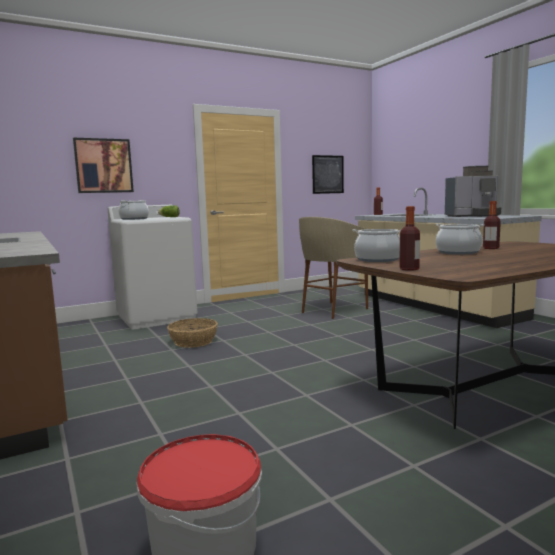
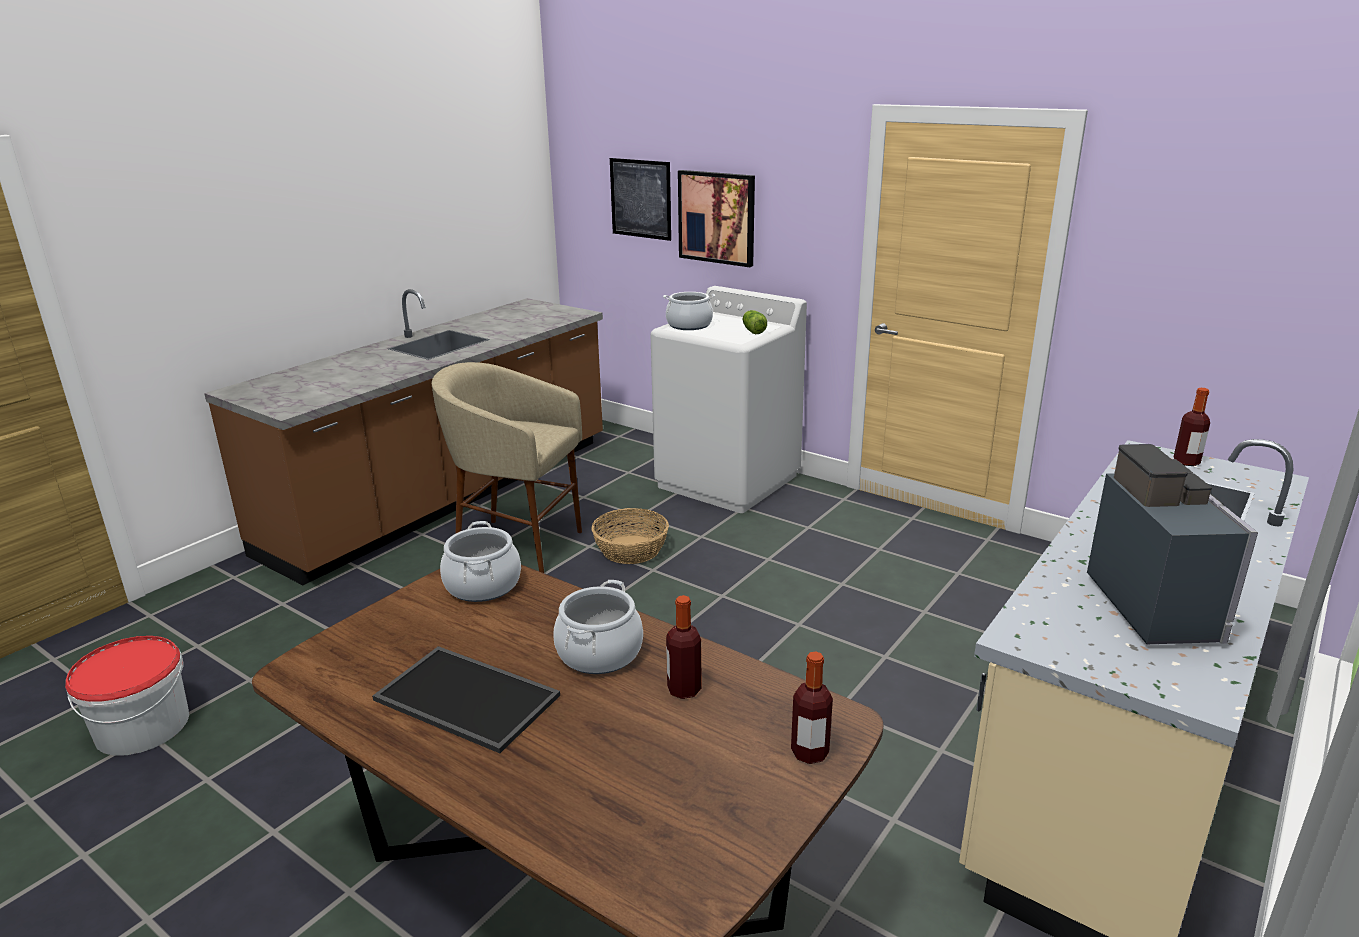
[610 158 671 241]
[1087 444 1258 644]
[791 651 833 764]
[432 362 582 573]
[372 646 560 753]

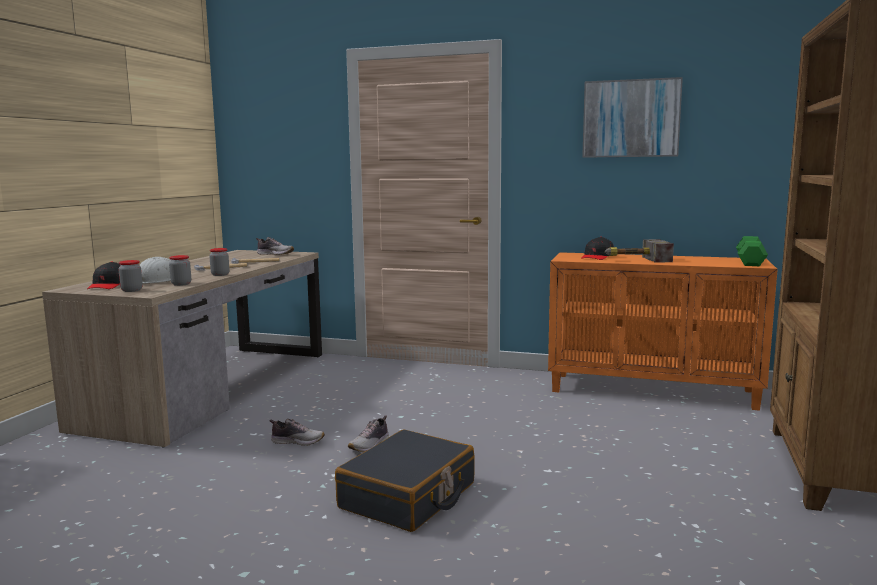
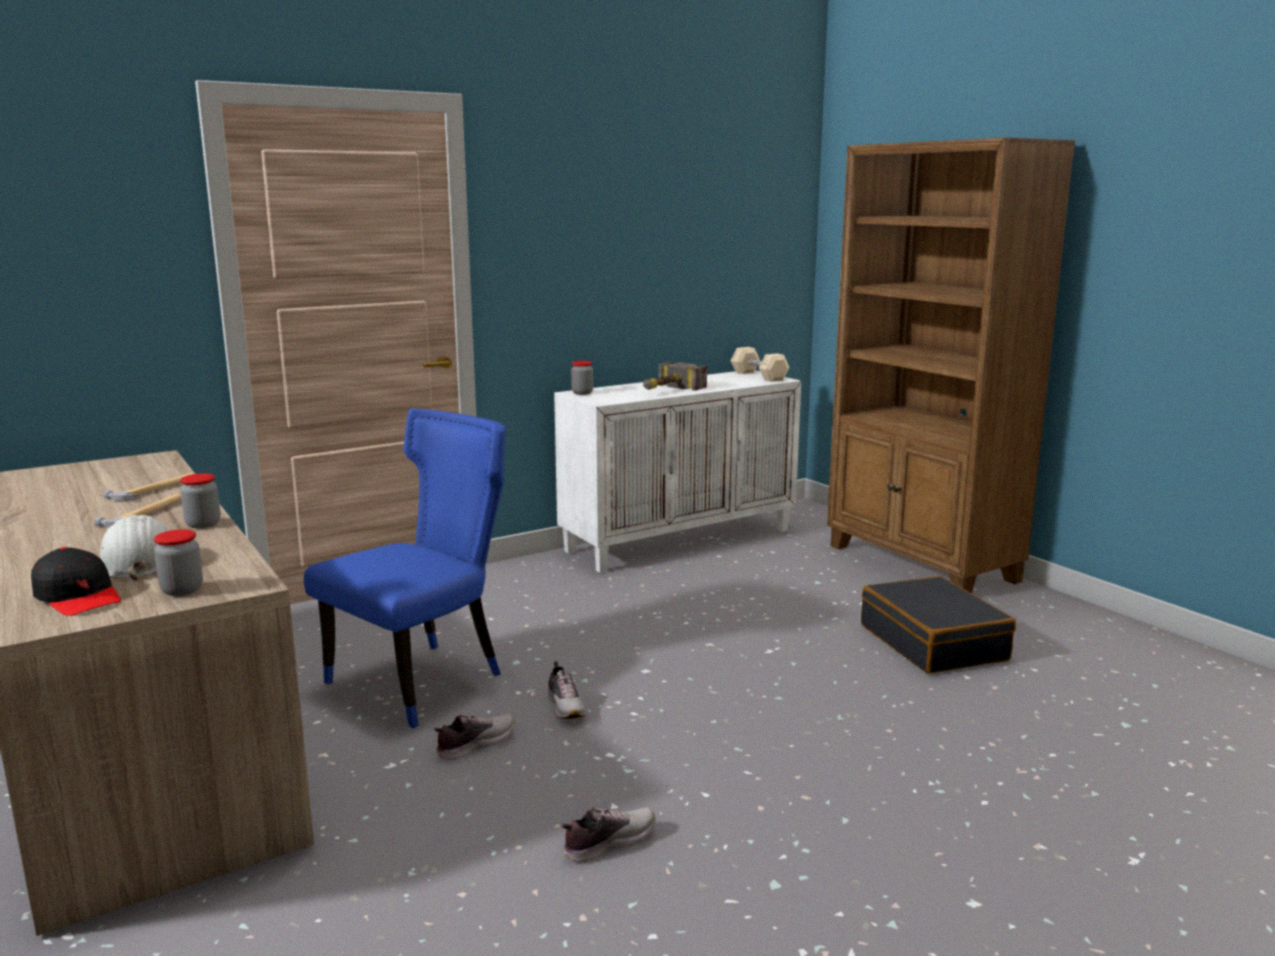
[582 77 683 158] (first image)
[731 347 789 382]
[561 807 655 863]
[581 237 614 260] (first image)
[554 370 801 573]
[571 361 593 395]
[861 576 1016 673]
[304 408 506 728]

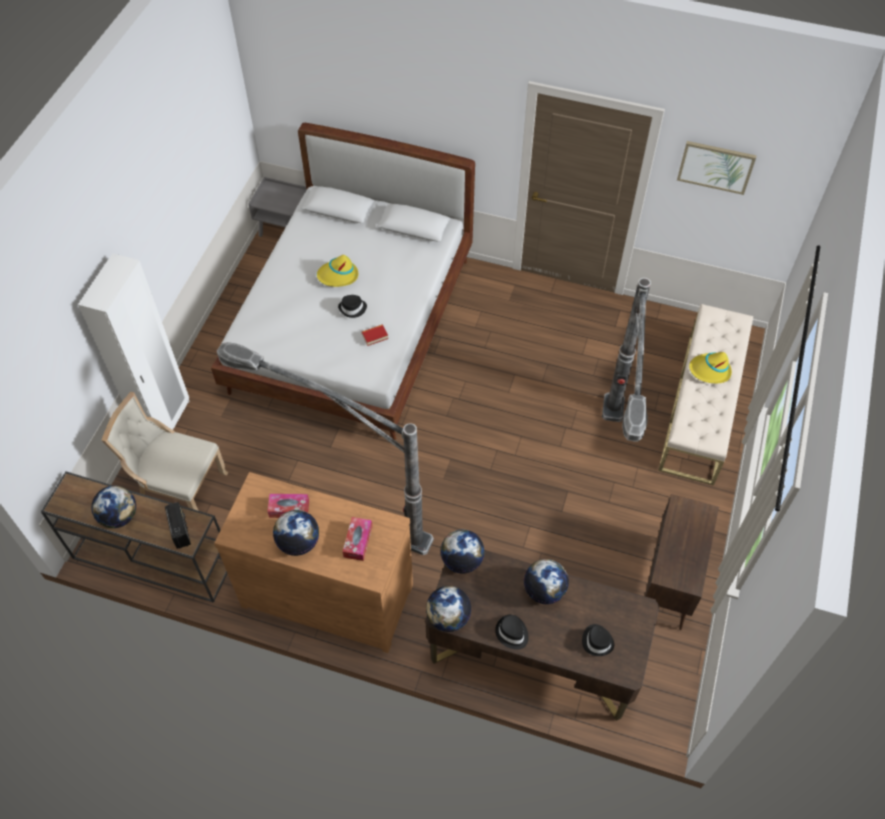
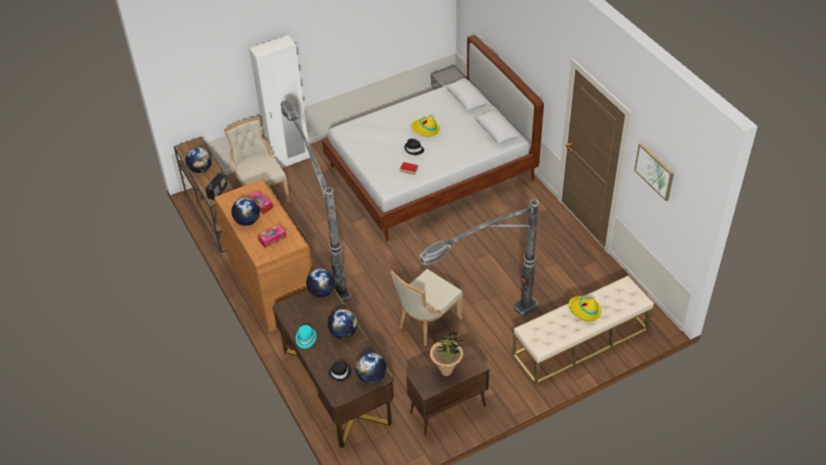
[355 352 387 384]
[296 325 317 349]
[390 269 463 346]
[430 332 463 376]

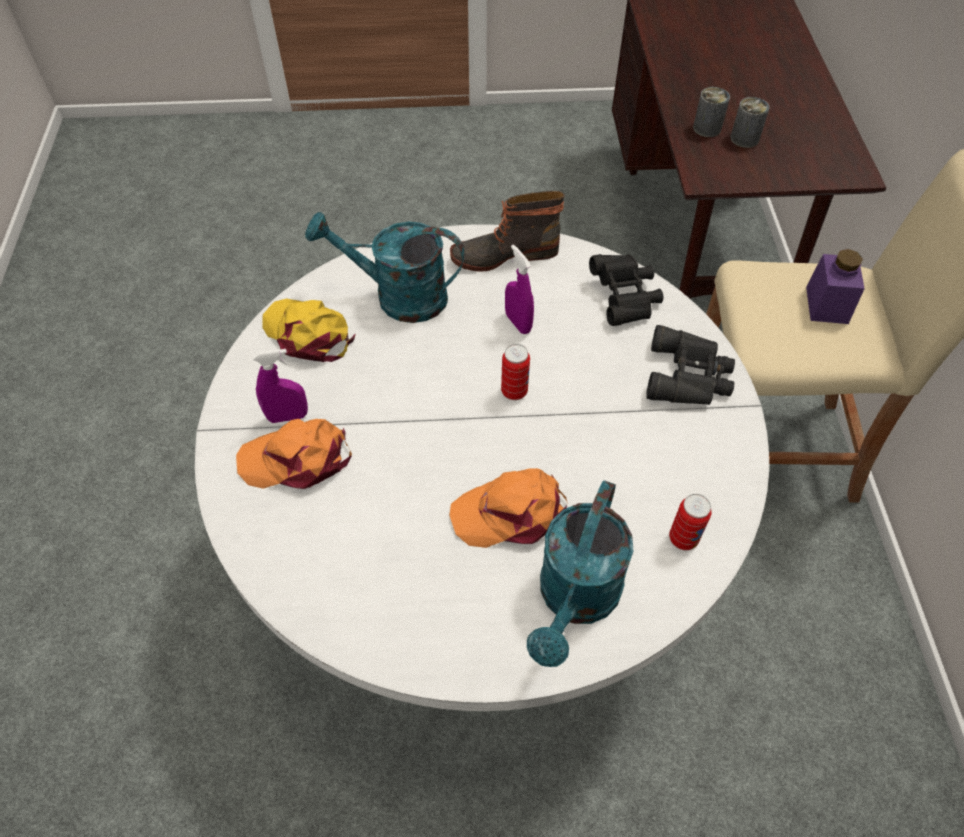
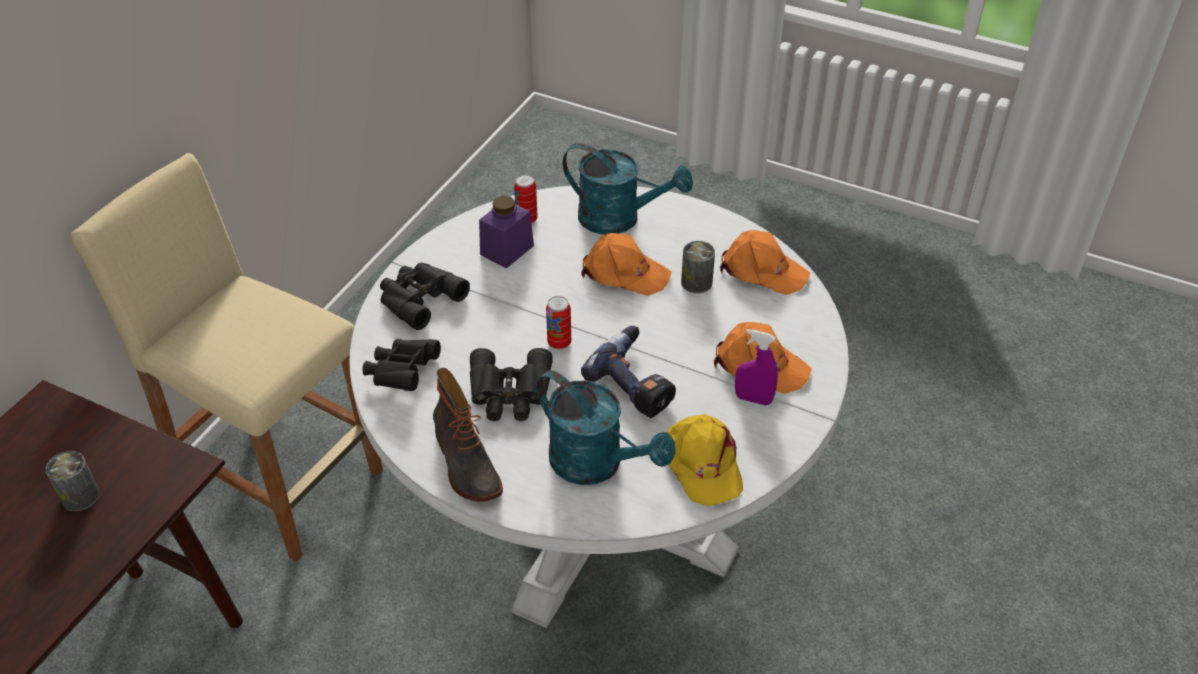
[681 241 715 293]
[433 368 503 502]
[470 348 553 421]
[479 195 534 269]
[563 143 693 235]
[720 230 810 295]
[581 326 676 418]

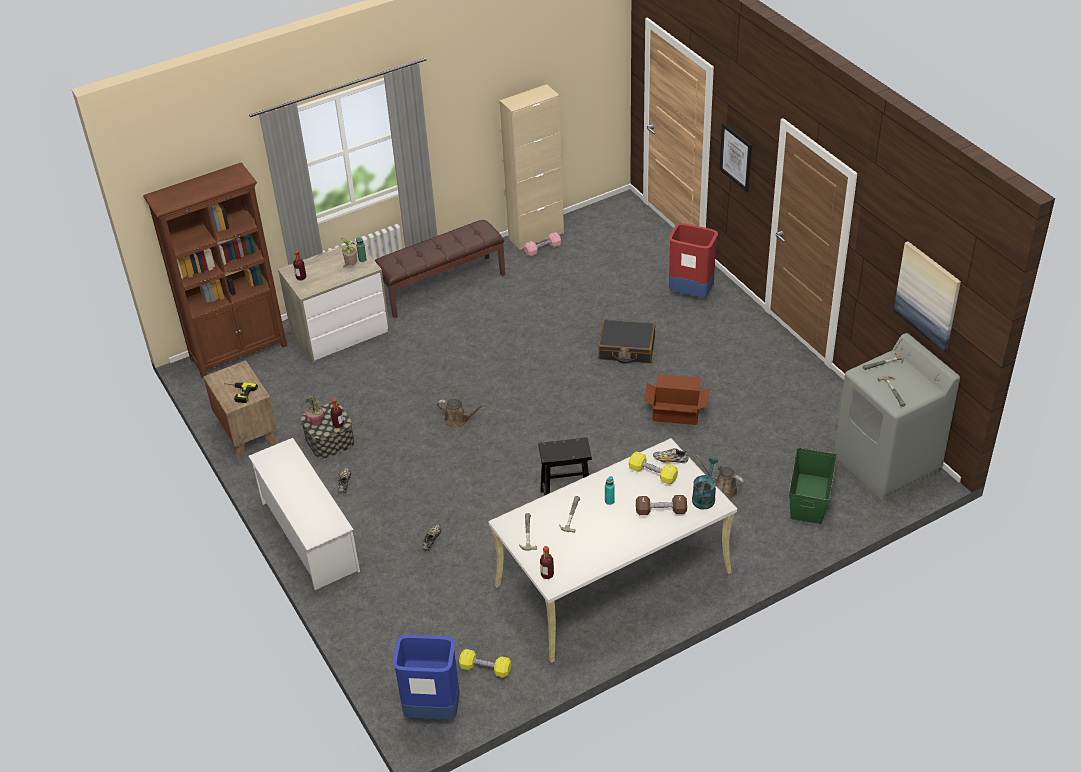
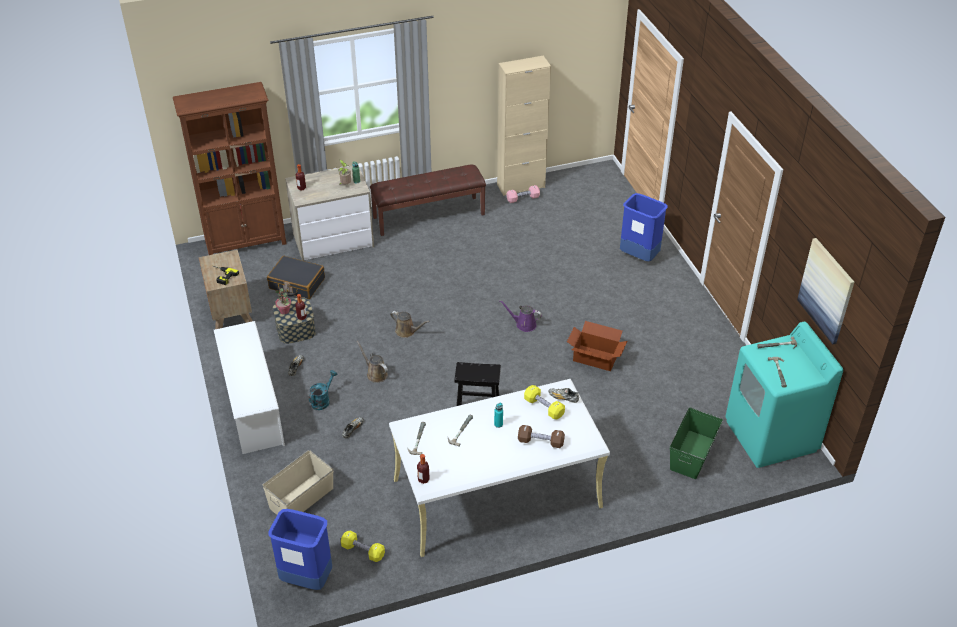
[719 123 752 192] (first image)
[620 193 668 261]
[267 256 325 299]
[725 322 843 468]
[356 341 388 383]
[309 370 338 410]
[499 300 542 332]
[262 450 334 515]

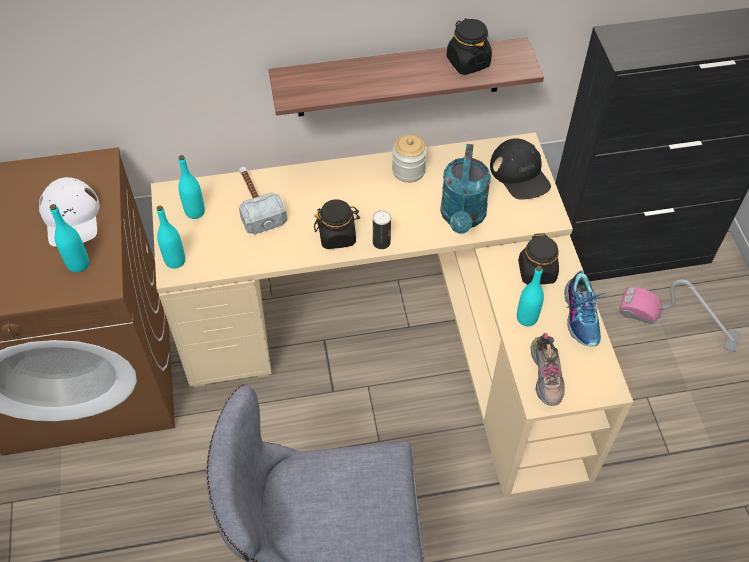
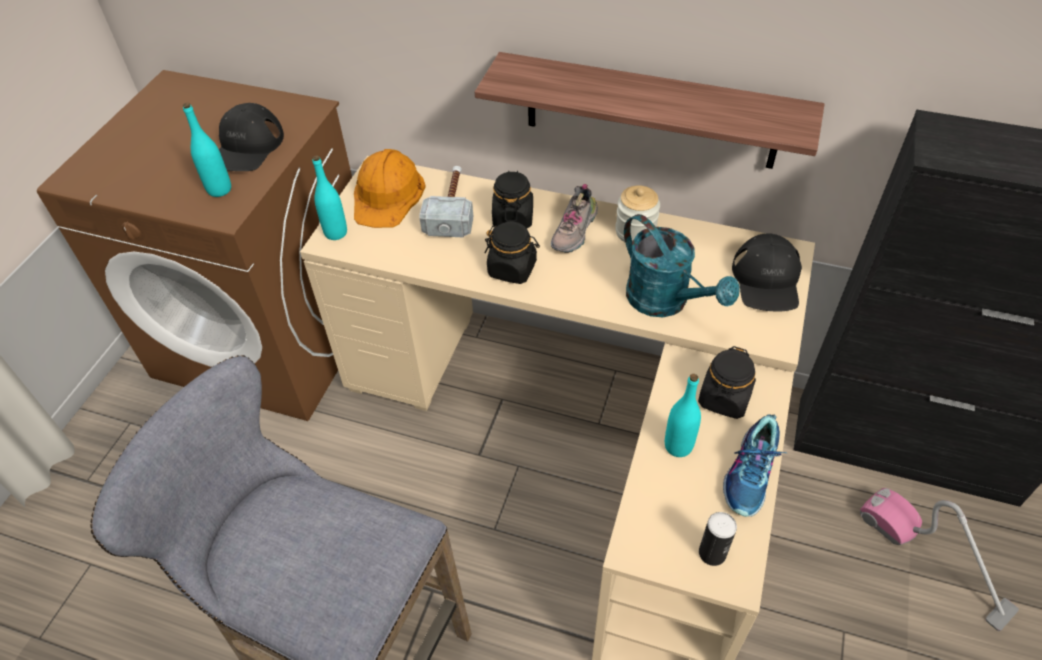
[492 171 533 228]
[624 214 739 317]
[354 149 426 228]
[219 103 284 171]
[699 512 737 566]
[551 184 598 253]

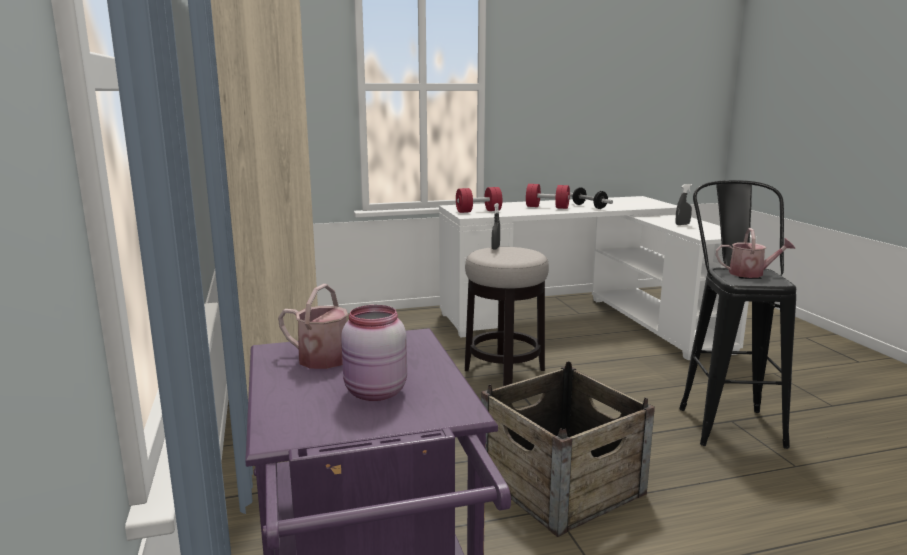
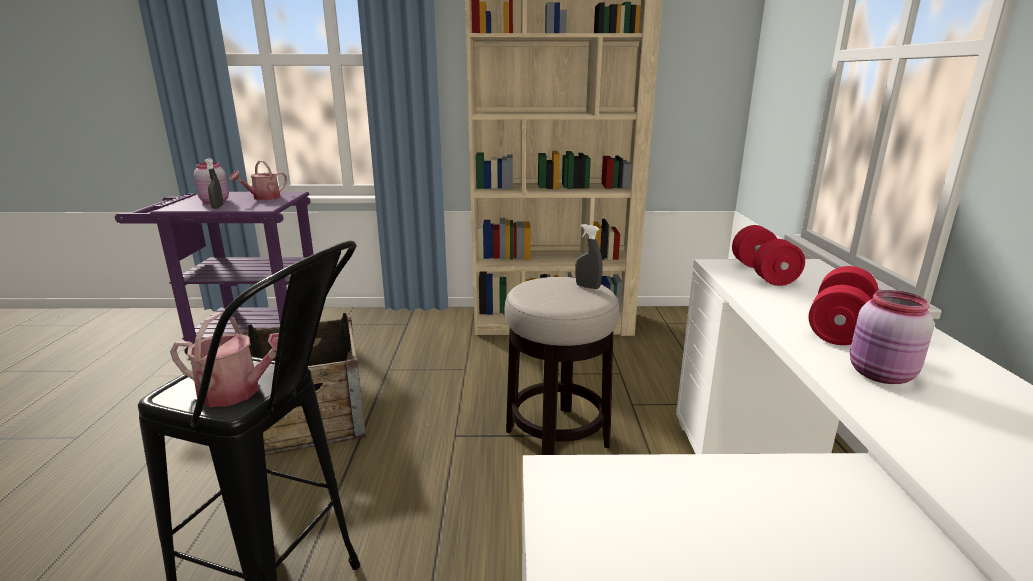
[205 158 224 209]
[850 290 934 384]
[170 312 279 407]

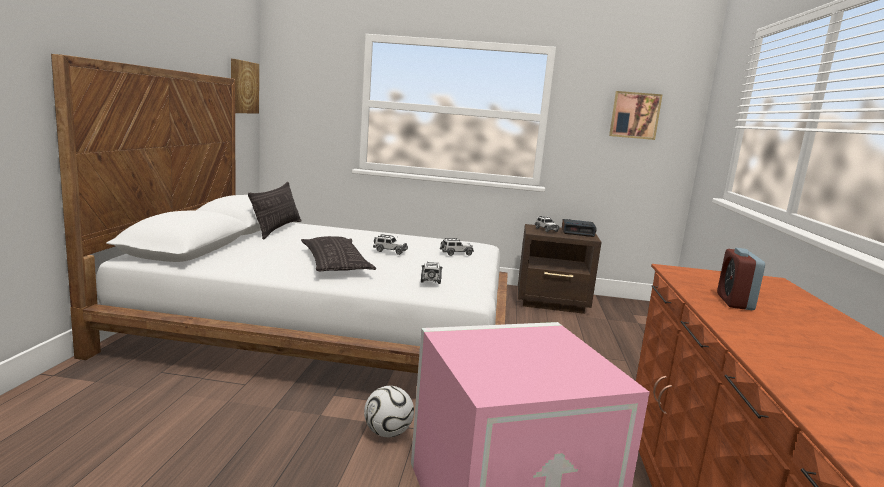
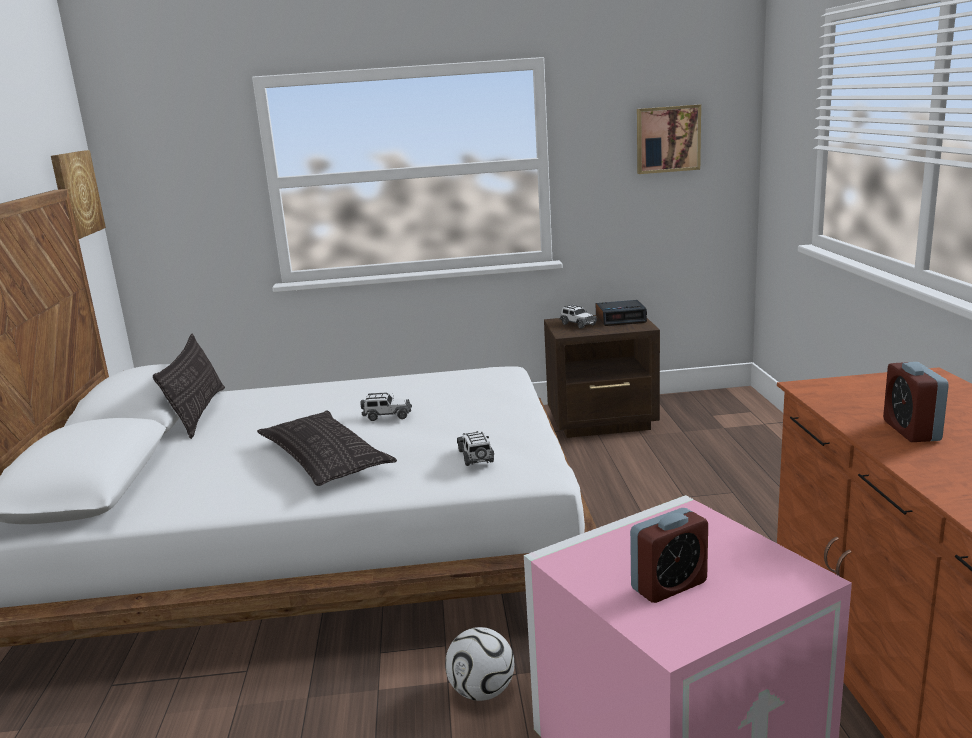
[440 238 474 256] (first image)
[630 508 708 603]

